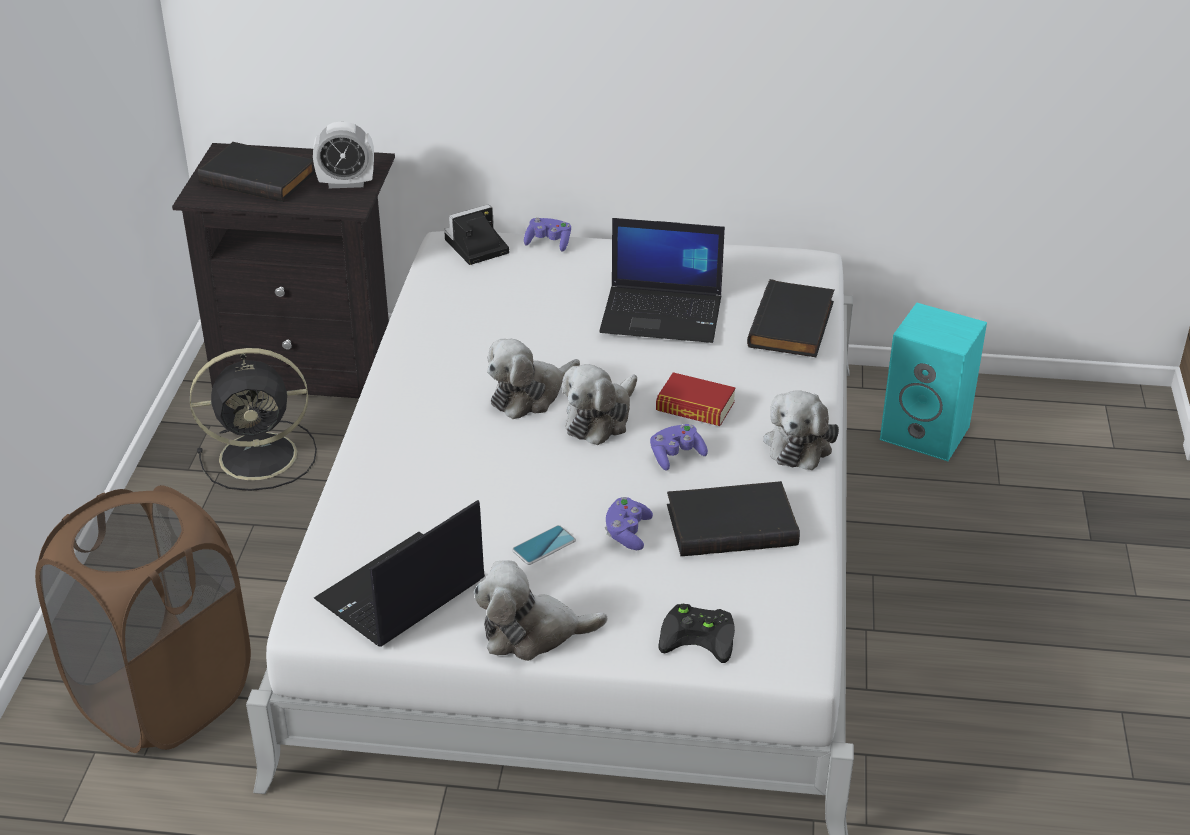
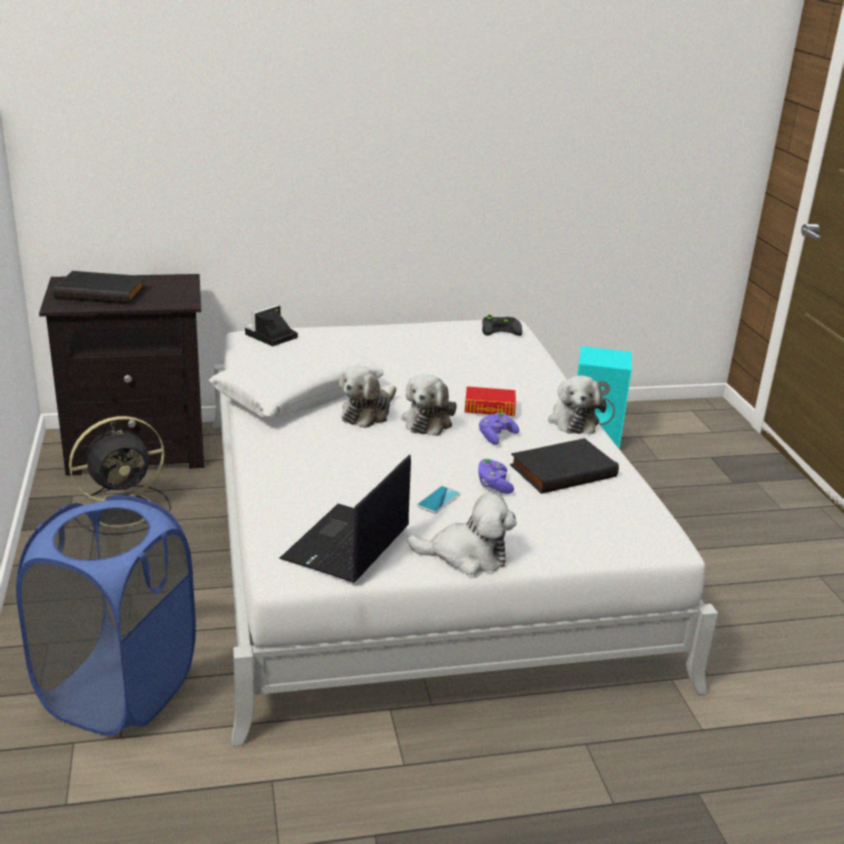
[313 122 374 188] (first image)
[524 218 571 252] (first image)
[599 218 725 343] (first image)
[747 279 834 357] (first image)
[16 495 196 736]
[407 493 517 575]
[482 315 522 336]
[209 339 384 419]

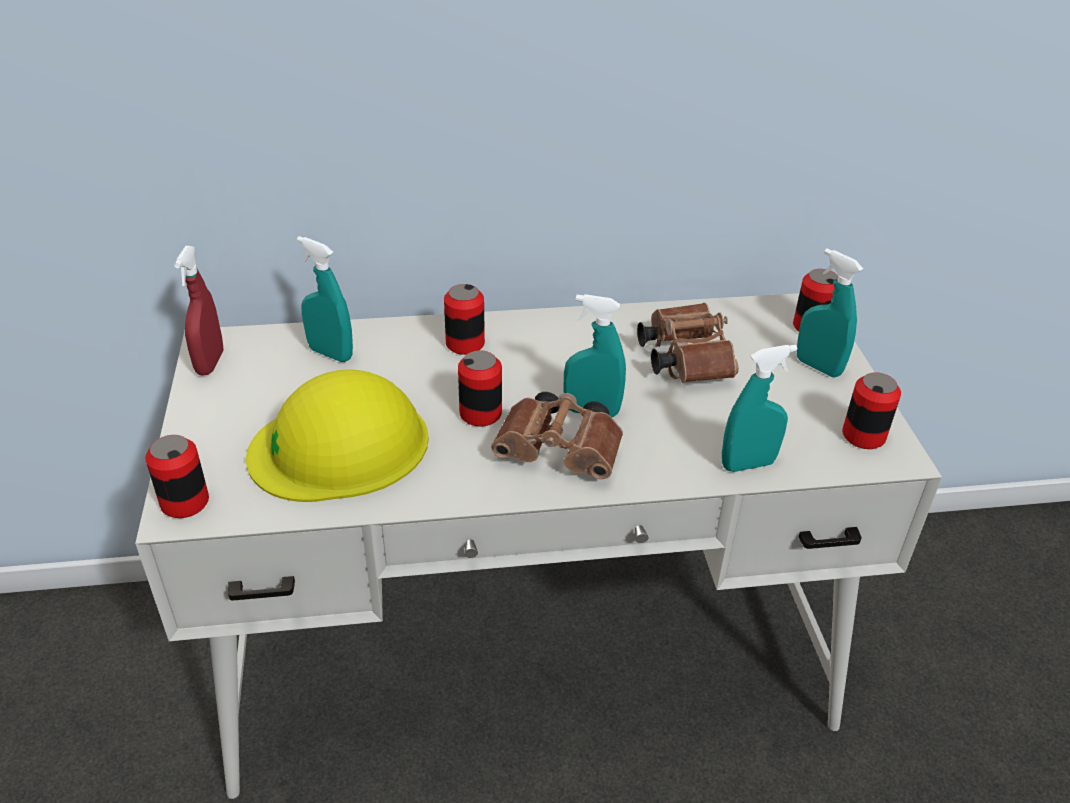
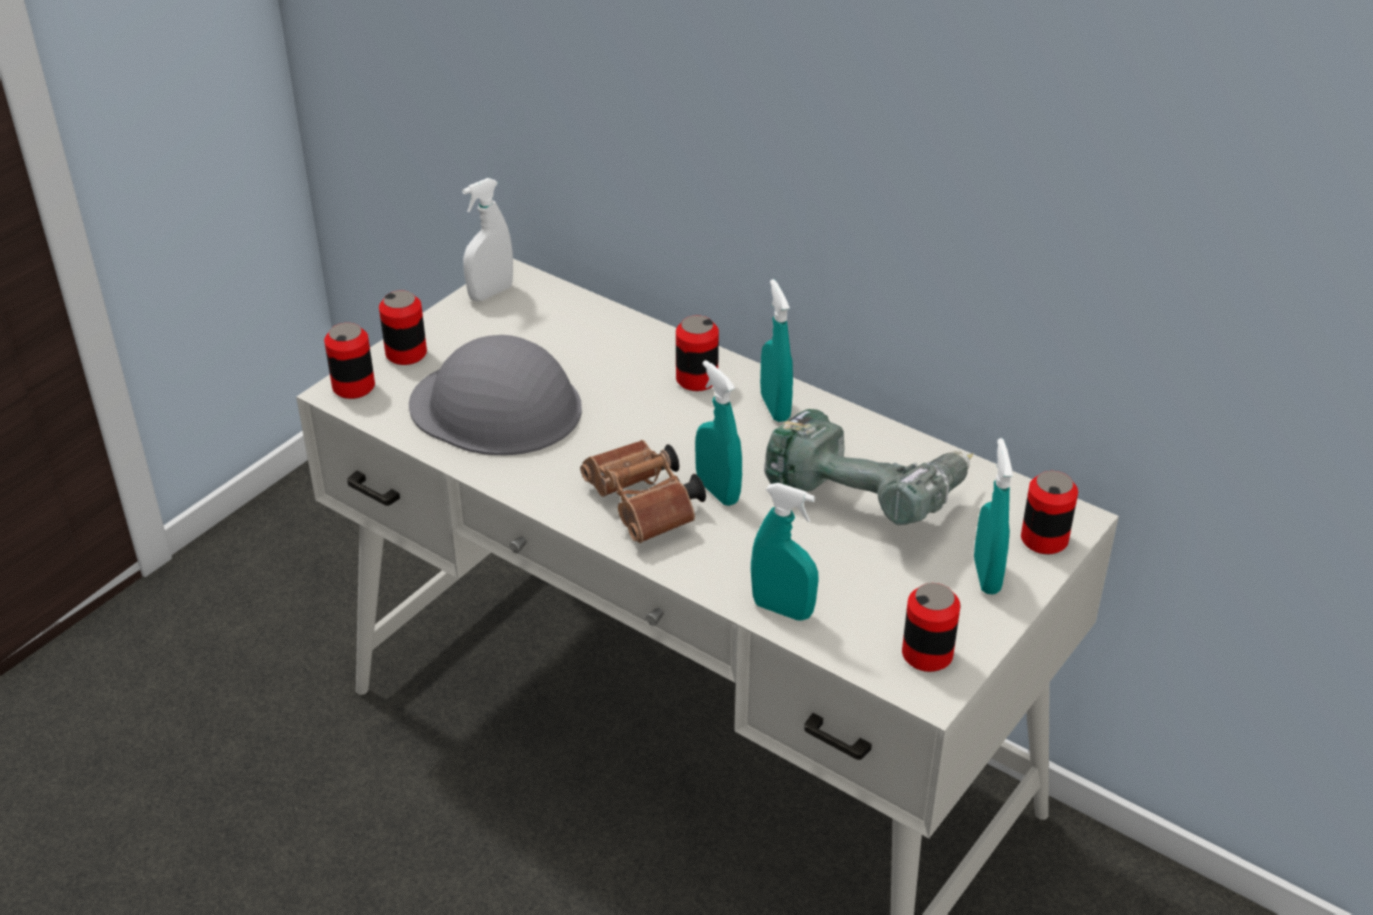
[760 279 793 422]
[462 178 513 301]
[764 409 973 525]
[379 290 427 365]
[409 335 582 455]

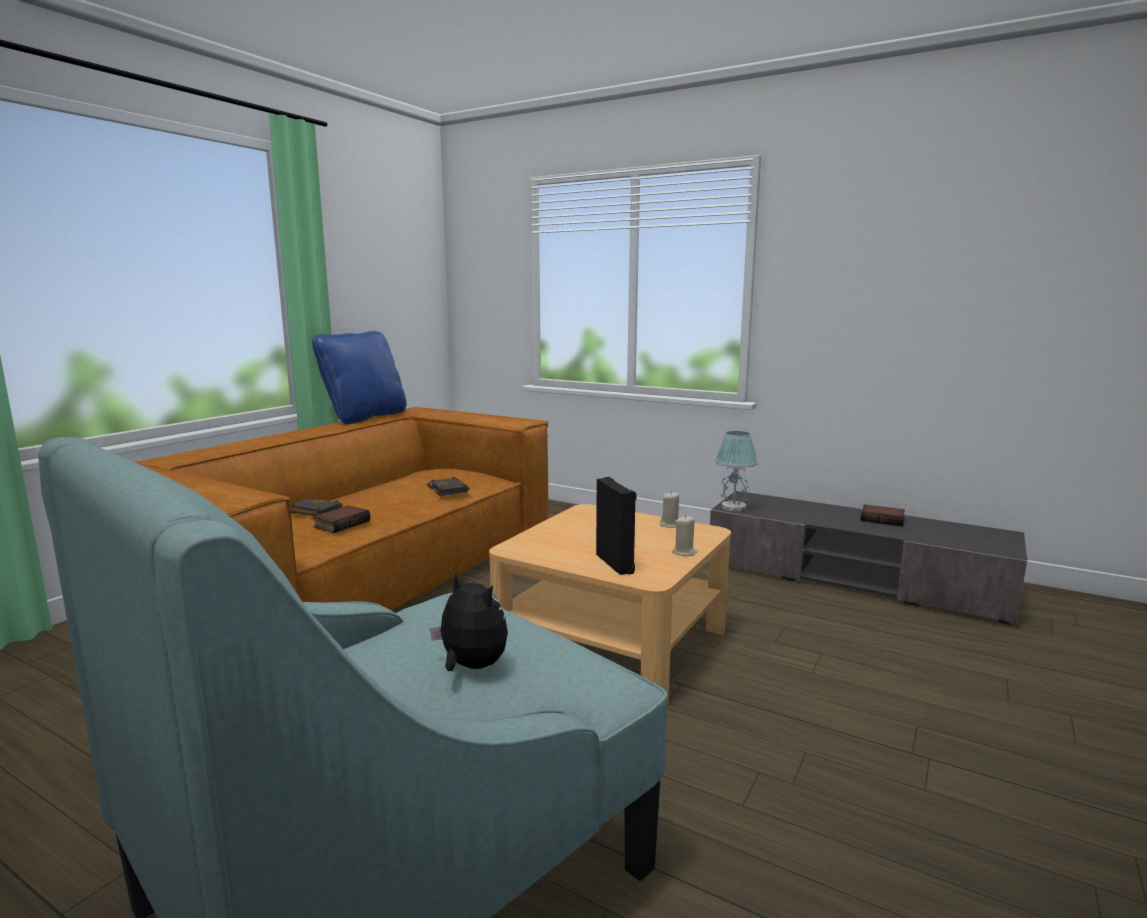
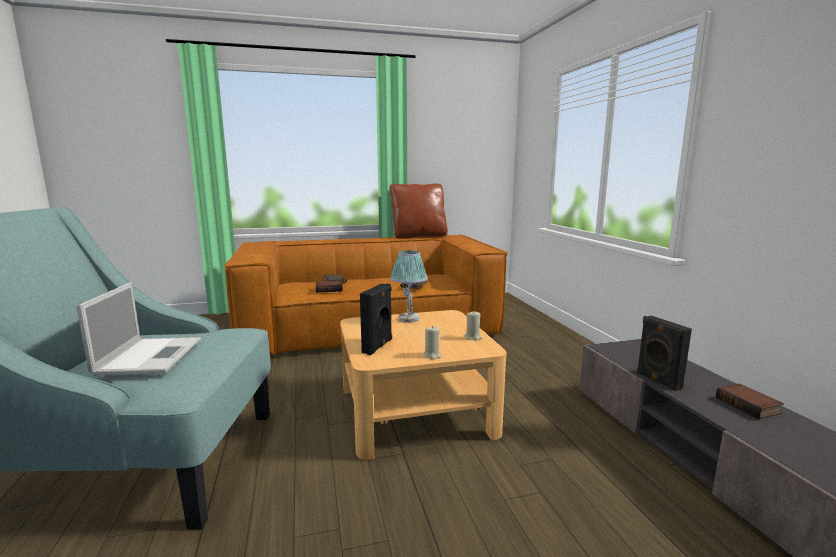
[389 184 448 239]
[390 251 428 323]
[76 282 201 376]
[637 316 692 391]

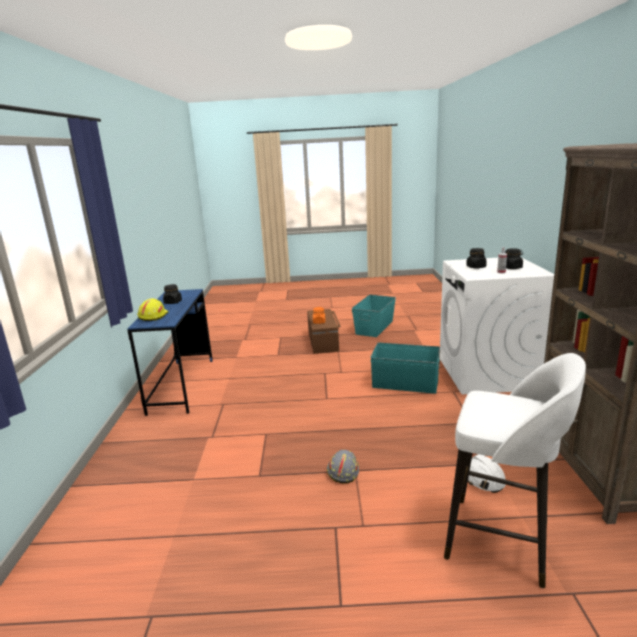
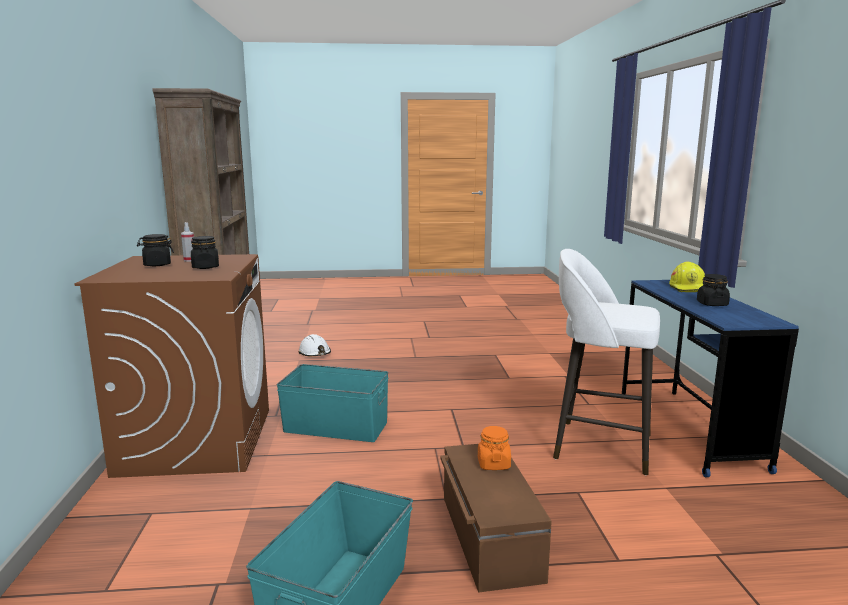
[74 254 269 478]
[553 249 660 475]
[327 450 359 483] (first image)

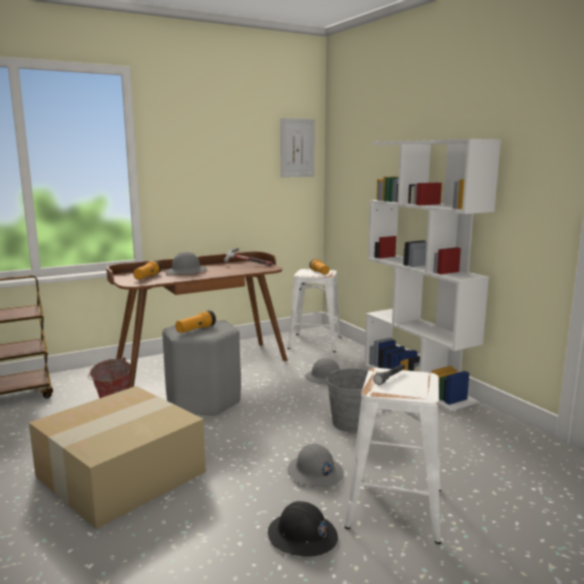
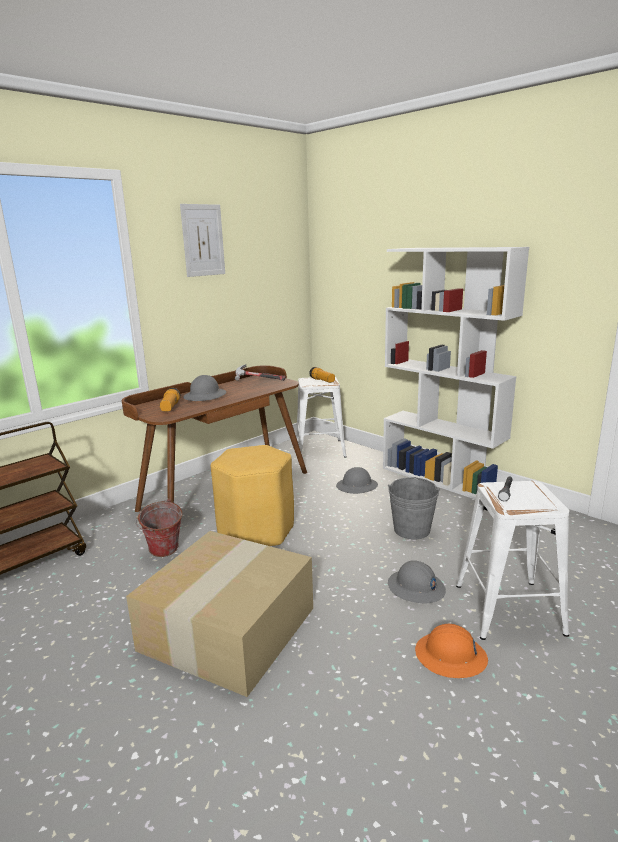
[180 204 225 277]
[176 310 216 333] (first image)
[211 445 294 546]
[415 624 488 678]

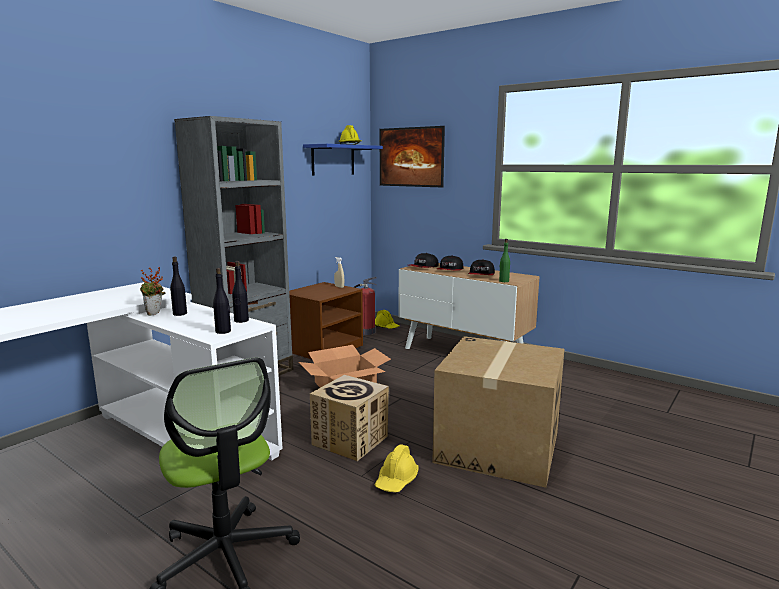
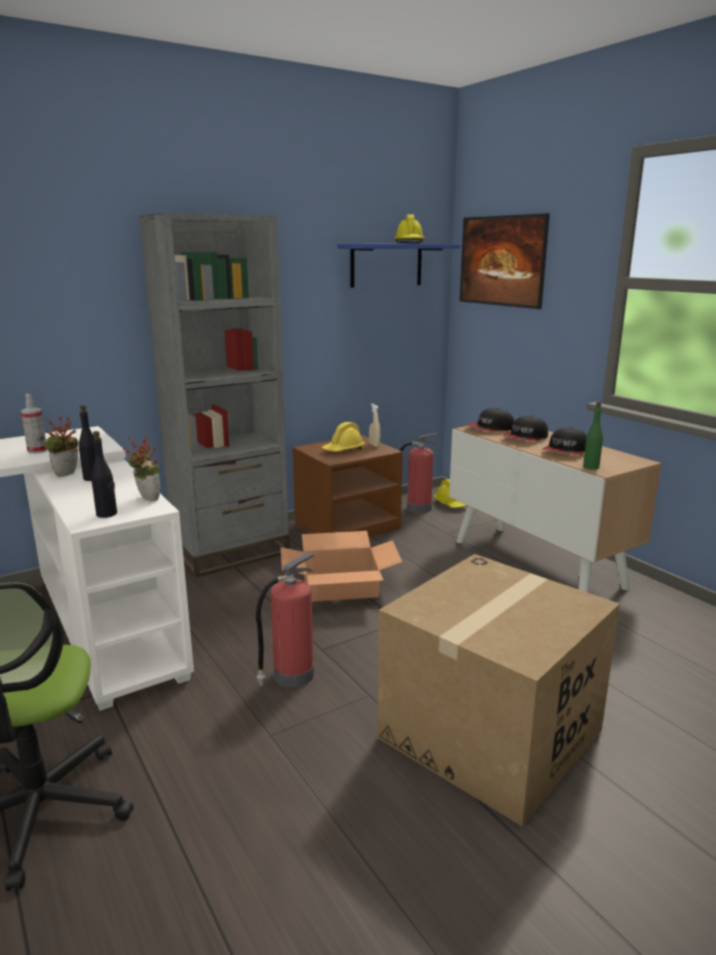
[123 435 160 501]
[256 552 314 687]
[321 422 365 452]
[21 394 47 454]

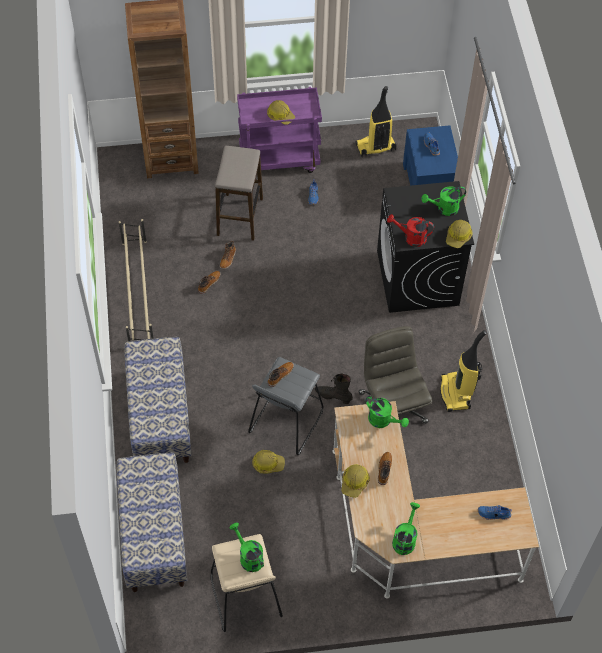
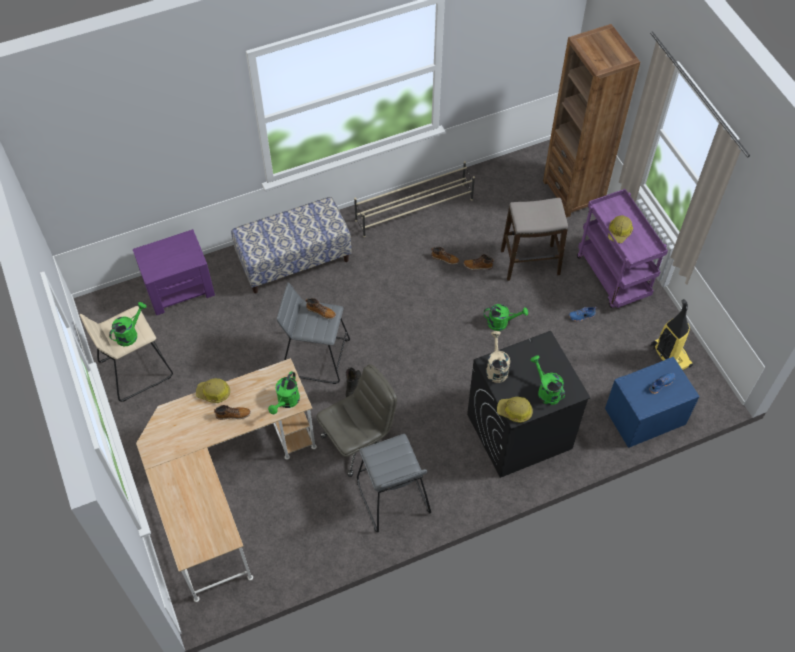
[486 331 510 383]
[357 434 431 533]
[252 450 285 473] (first image)
[133 229 215 315]
[484 304 528 331]
[478 505 512 520] (first image)

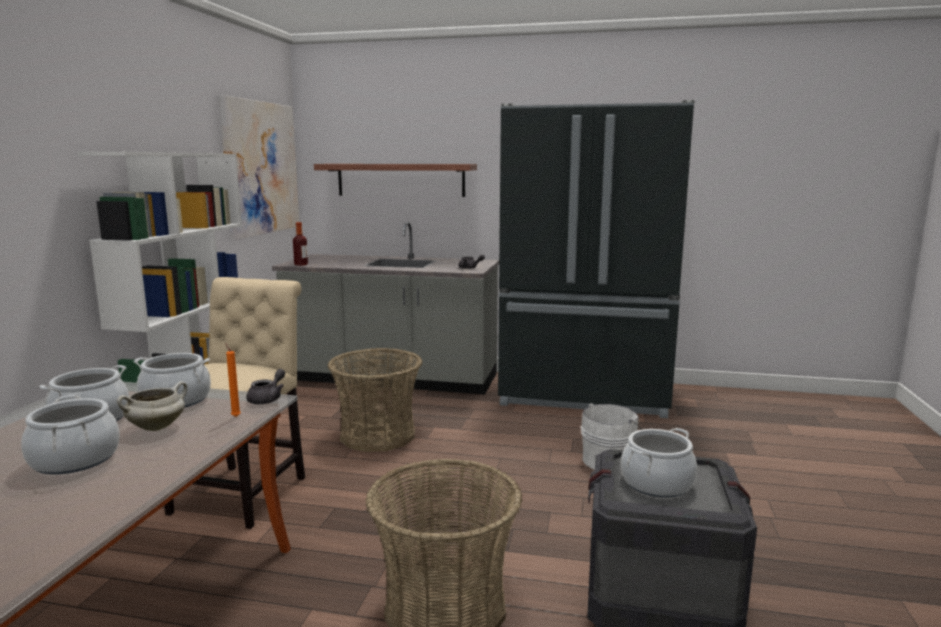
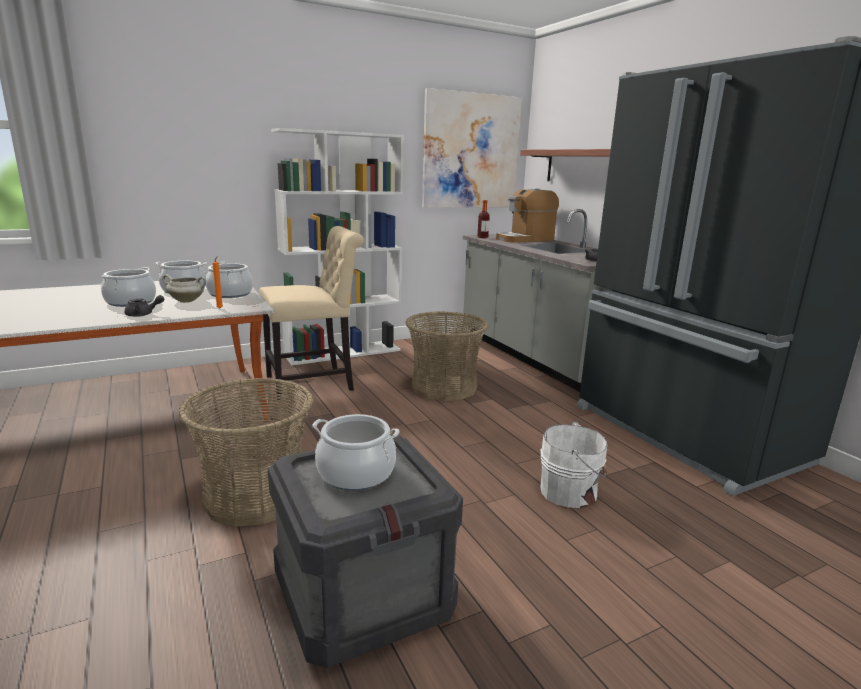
[124 295 165 317]
[496 189 559 243]

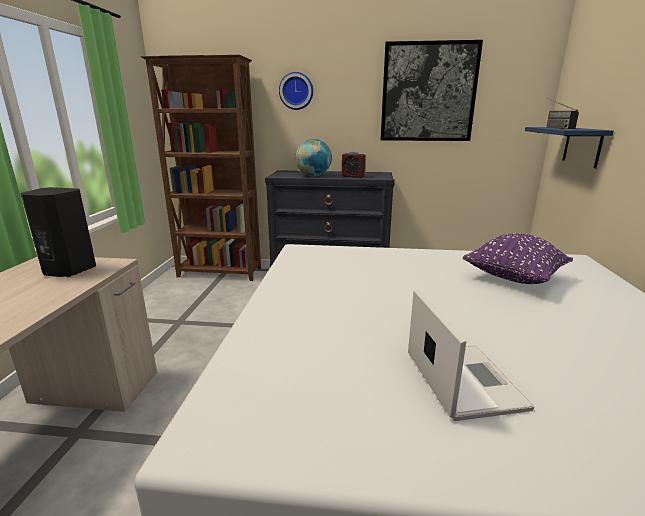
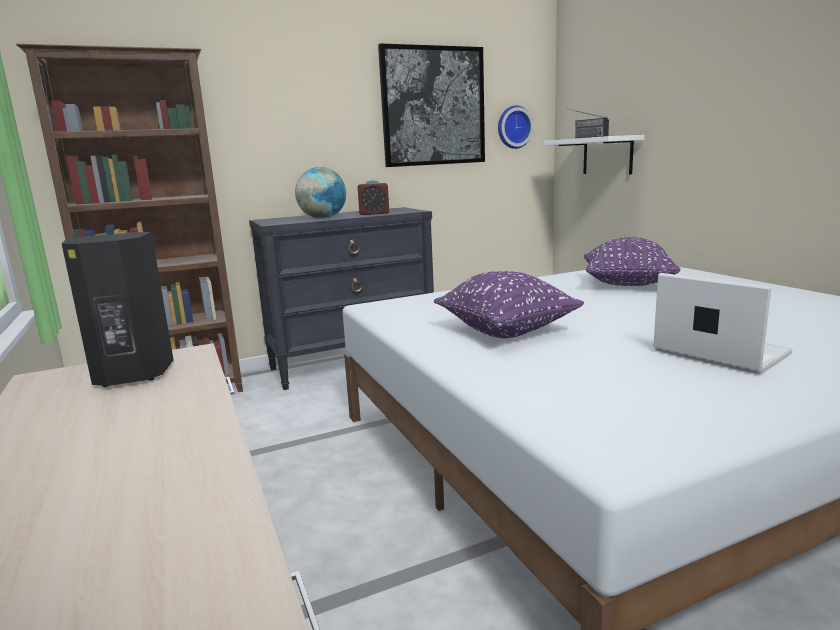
[498 106 534 149]
[544 135 645 174]
[434 271 584 338]

